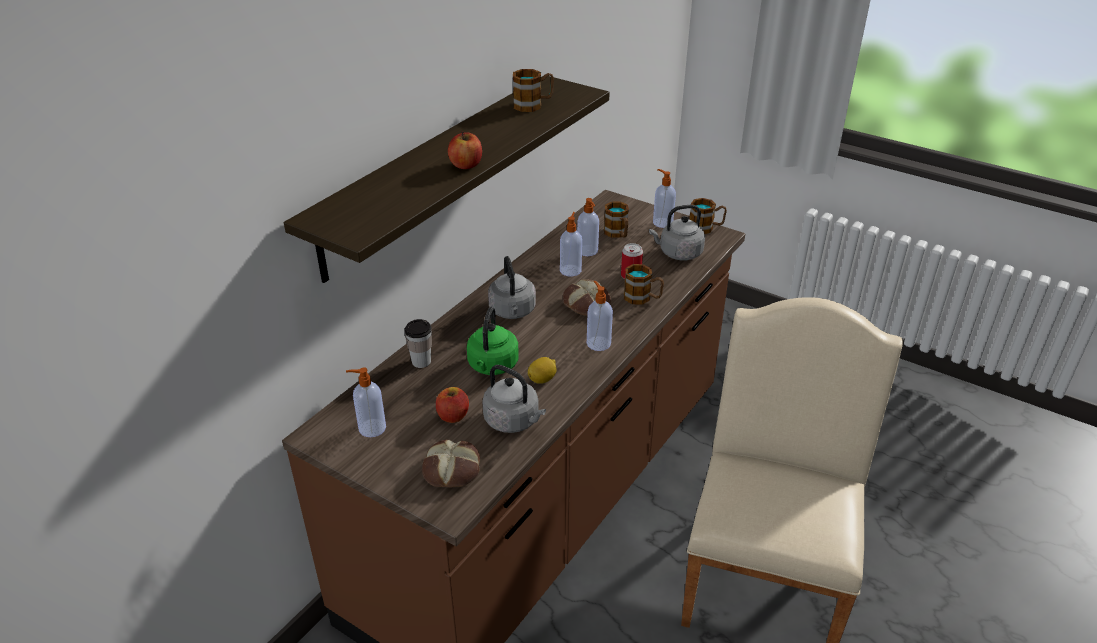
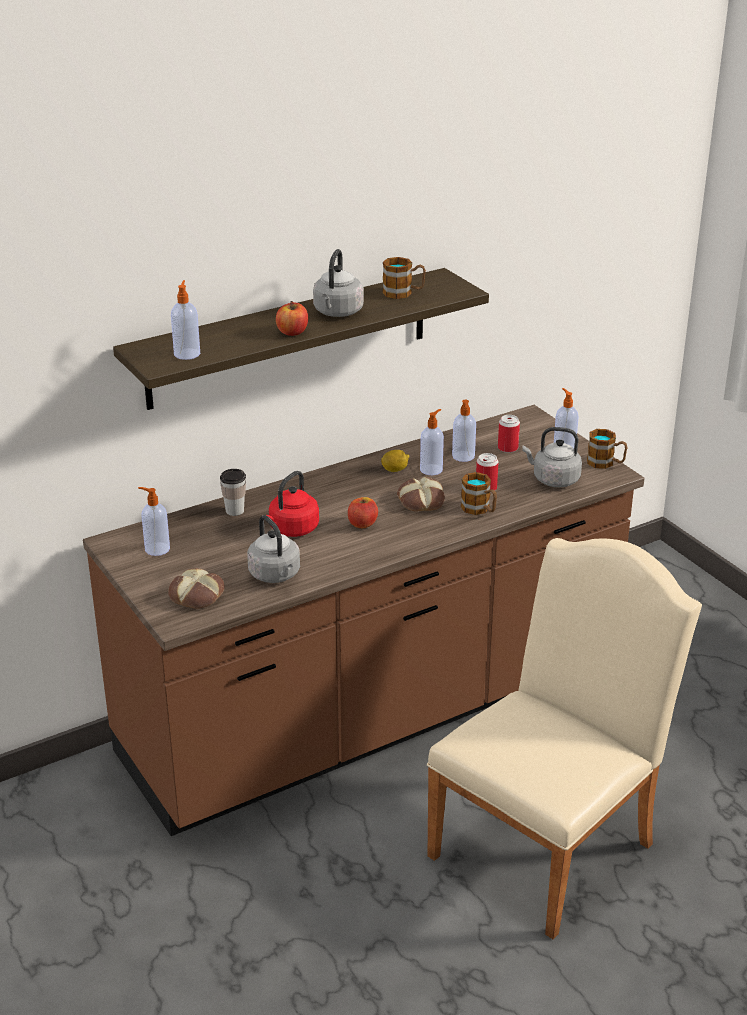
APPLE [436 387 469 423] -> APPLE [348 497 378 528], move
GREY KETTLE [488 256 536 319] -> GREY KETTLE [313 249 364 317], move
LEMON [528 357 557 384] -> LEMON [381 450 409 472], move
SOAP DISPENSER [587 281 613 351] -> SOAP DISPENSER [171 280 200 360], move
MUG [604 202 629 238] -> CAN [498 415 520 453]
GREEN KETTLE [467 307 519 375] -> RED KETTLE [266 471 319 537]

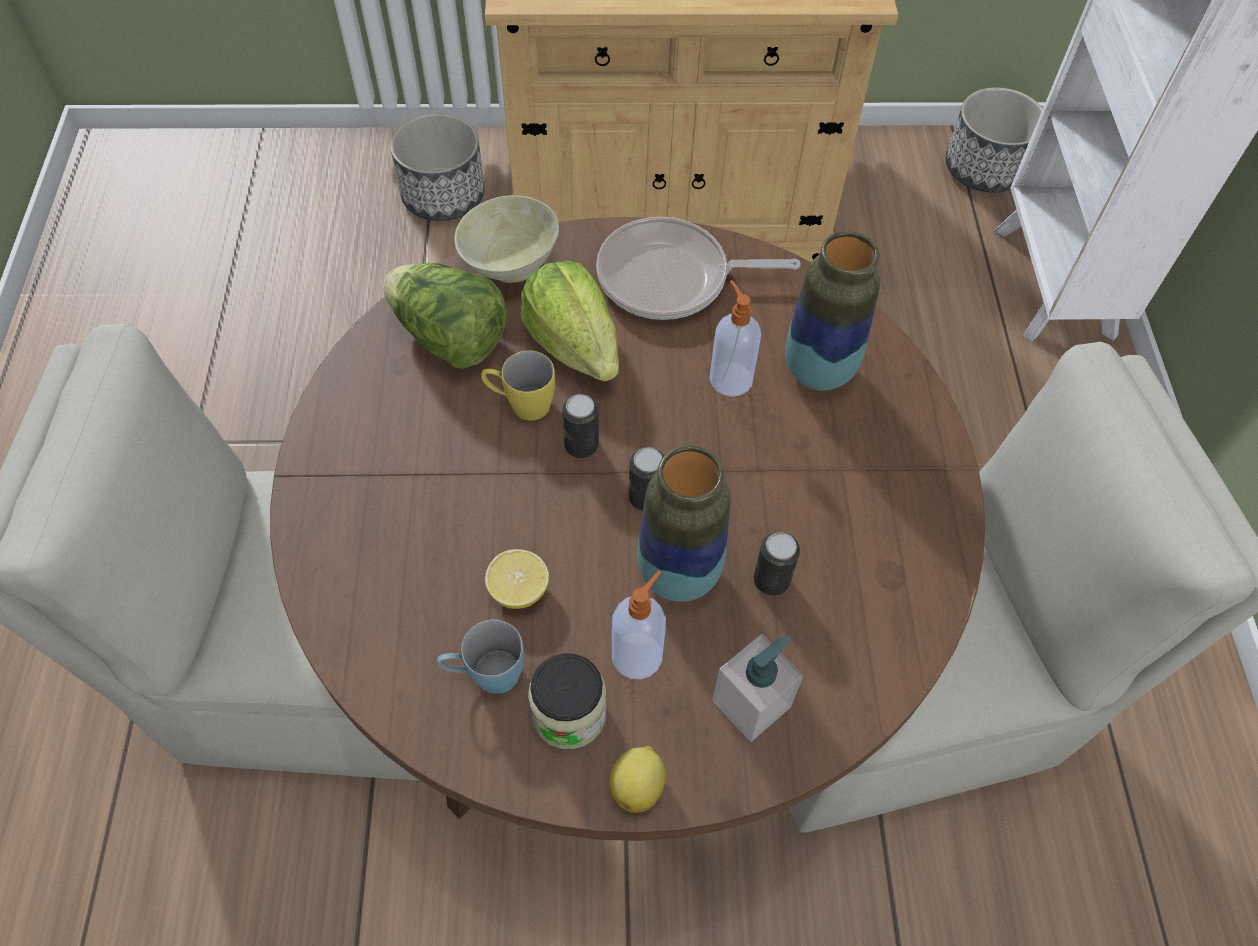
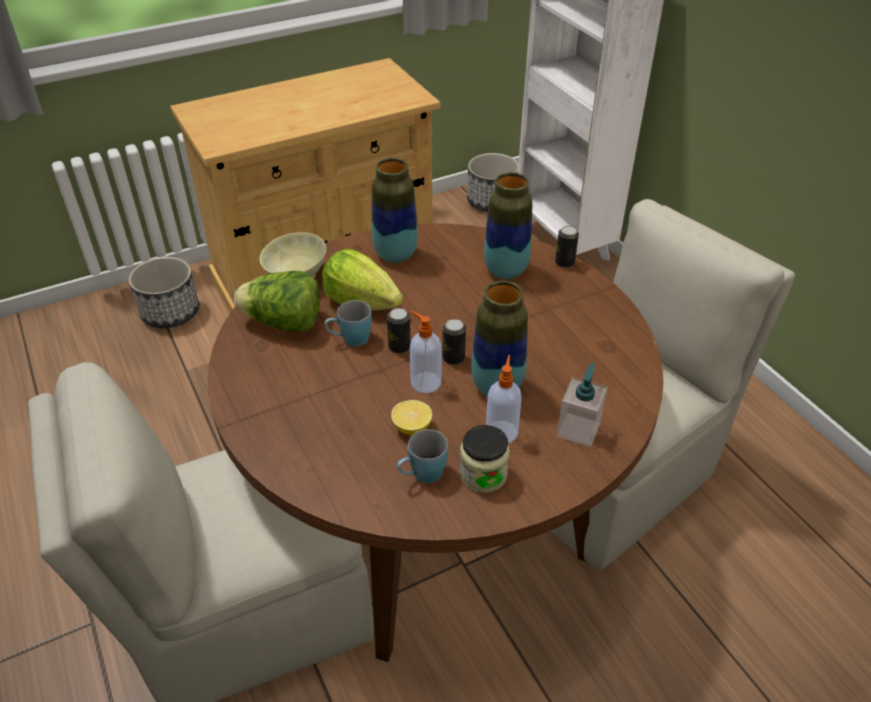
LEMON [609 746 666 813] -> none
SOAP DISPENSER [709 280 761 397] -> SOAP DISPENSER [410 311 442 393], move
CAN [753 531 800 596] -> CAN [555 226 579 268], move
FRYING PAN [596 217 801 320] -> VASE [372 158 418 263]
YELLOW MUG [481 351 555 421] -> BLUE MUG [324 300 372 347]

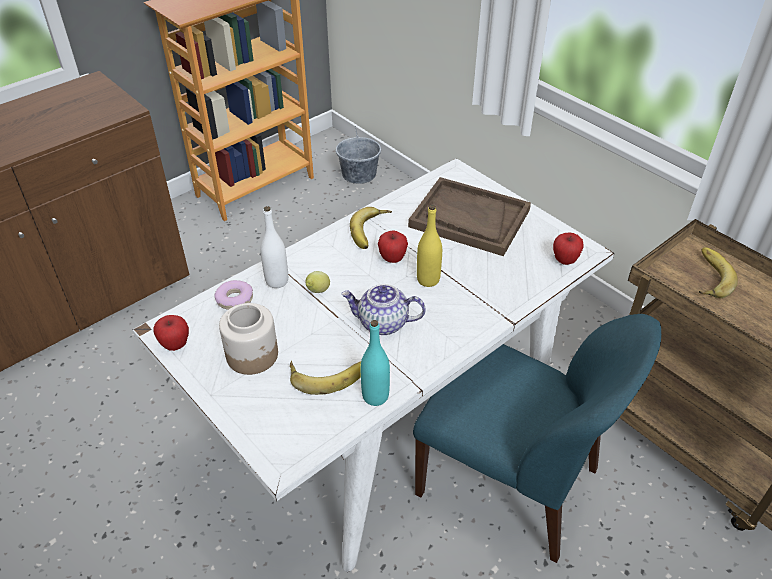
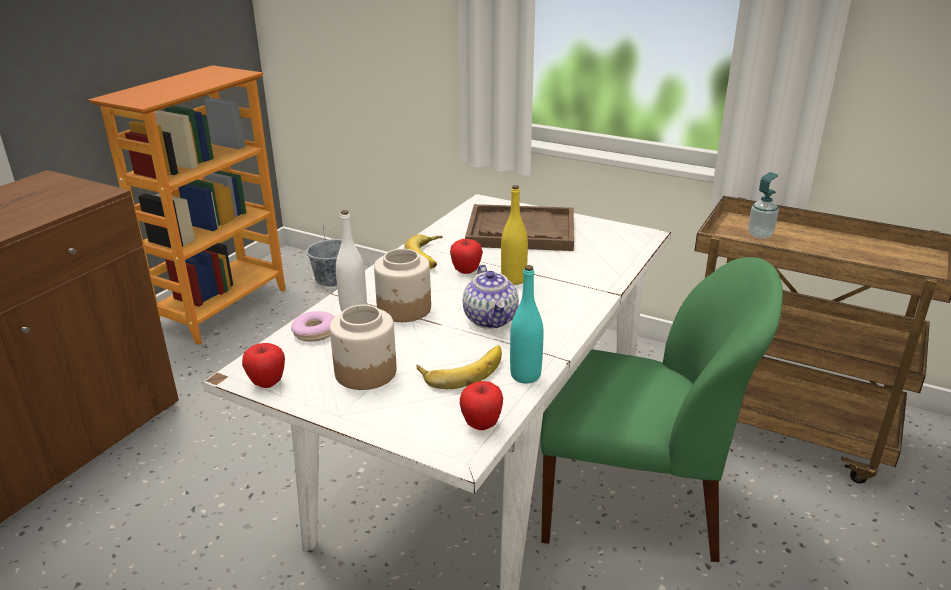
APPLE [553 233 583 265] -> APPLE [460 381 503 430], move
LEMON [305 271 330 293] -> JAR [374 249 431 322]
BANANA [699 247 738 298] -> SOAP DISPENSER [748 172 779 239]
BLUE CHAIR [413 314 661 563] -> GREEN CHAIR [540 257 783 562]
TEAPOT [341 284 425 335] -> TEAPOT [463 265 519 329], 90 degrees counterclockwise

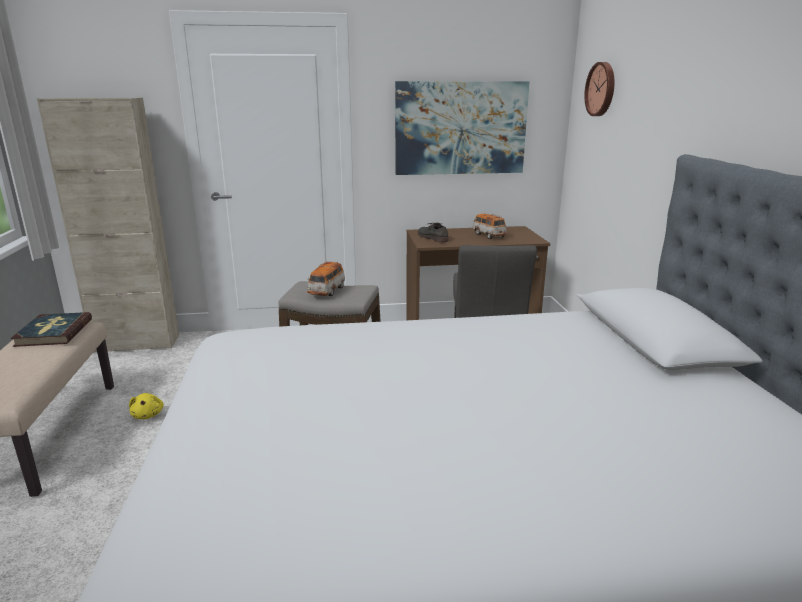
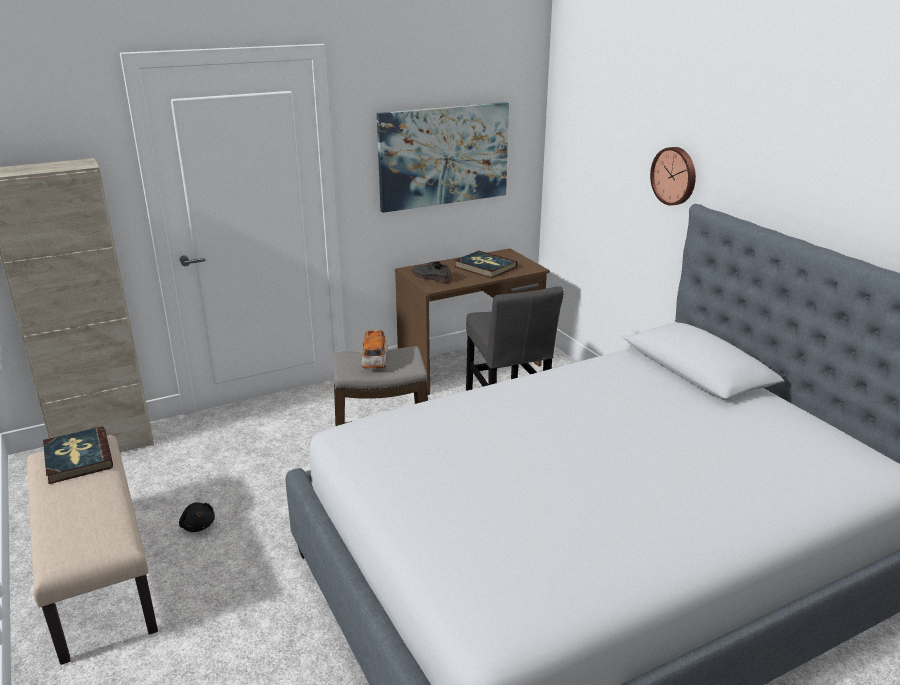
WALL CLOCK [584 62 615 116] -> WALL CLOCK [650 147 696 206], move
TOY CAR [472 214 507 239] -> BOOK [454 251 517 278]
YELLOW PLUSH TOY [129 393 164 419] -> BLACK PLUSH TOY [179 502 215 532]

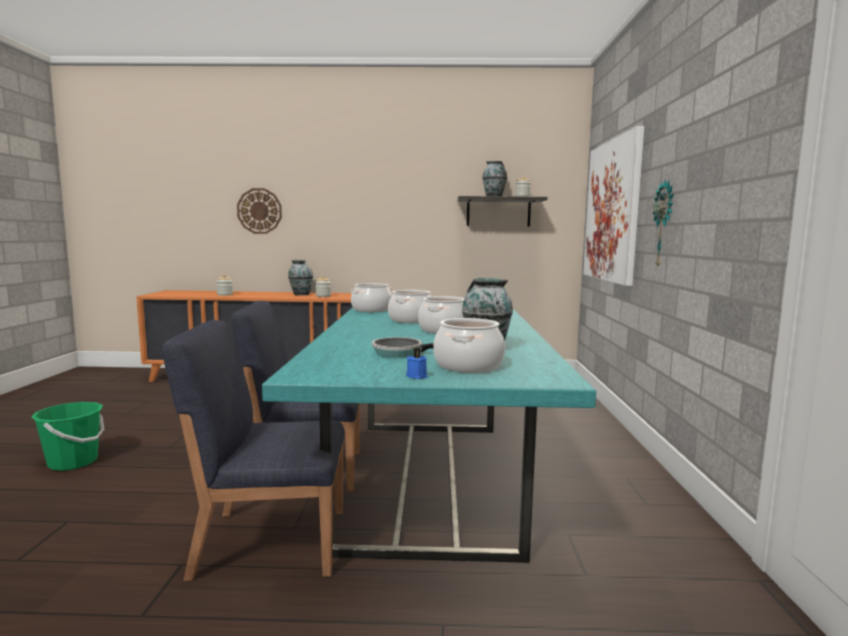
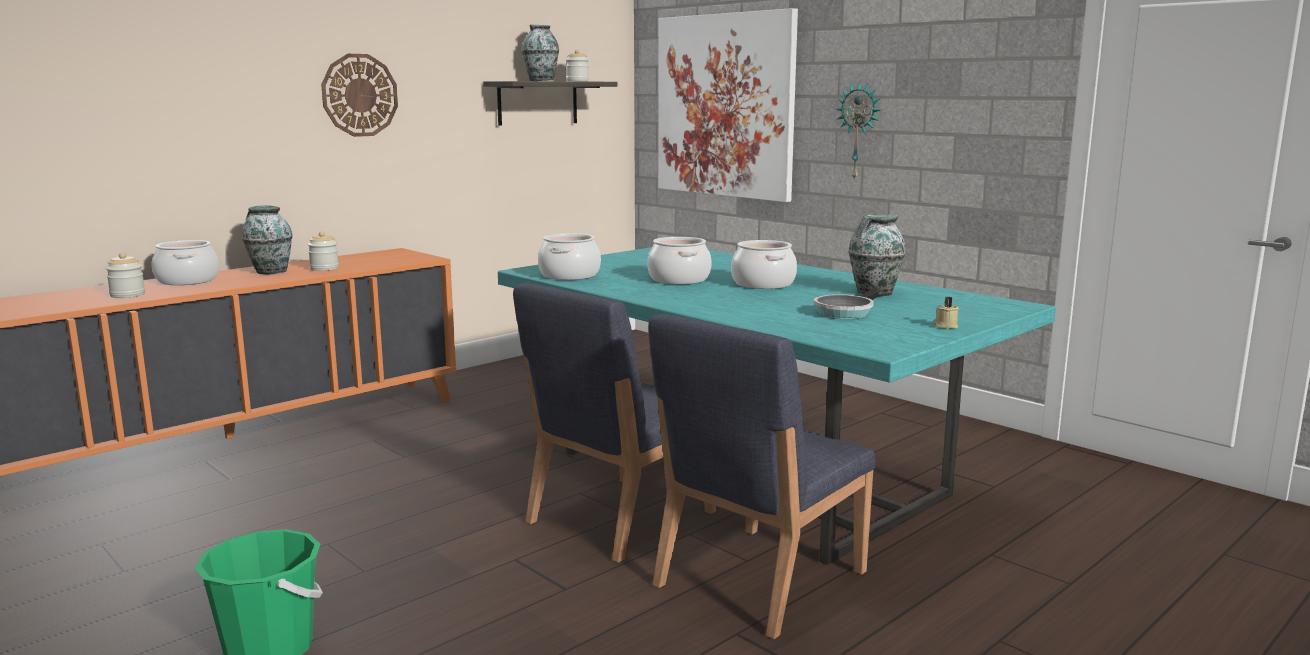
WALL CLOCK [237 188 282 234] -> WALL CLOCK [321 54 398 137], move
COOKING POT [433 318 505 373] -> COOKING POT [152 240 219 285], move
BLUE CANDLE [406 348 428 379] -> BEIGE CANDLE [933 297 959 329]

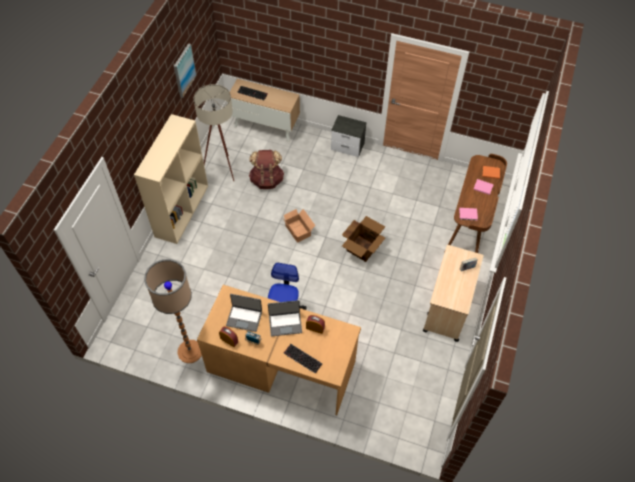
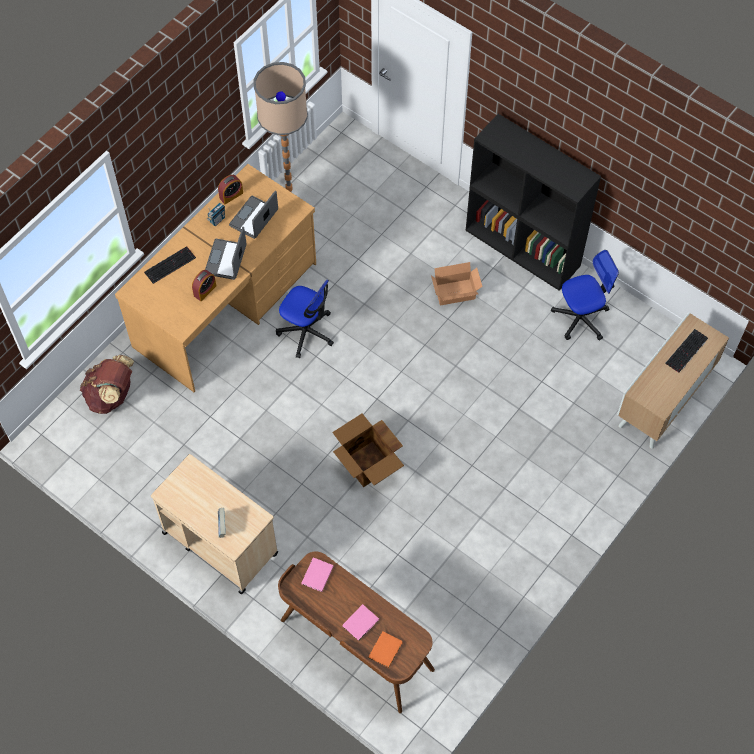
PICTURE [174 43 197 98] -> none
NIGHTSTAND [331 115 367 157] -> none
BROWN BACKPACK [249 150 284 189] -> BROWN BACKPACK [80 355 134 414], move
CARDBOARD BOX [283 209 316 243] -> CARDBOARD BOX [431 262 483 306], move
BEIGE FLOOR LAMP [194 84 234 181] -> OFFICE CHAIR [551 250 619 341]
BEIGE BOOKCASE [134 114 208 244] -> BLACK BOOKCASE [466 114 601 291]

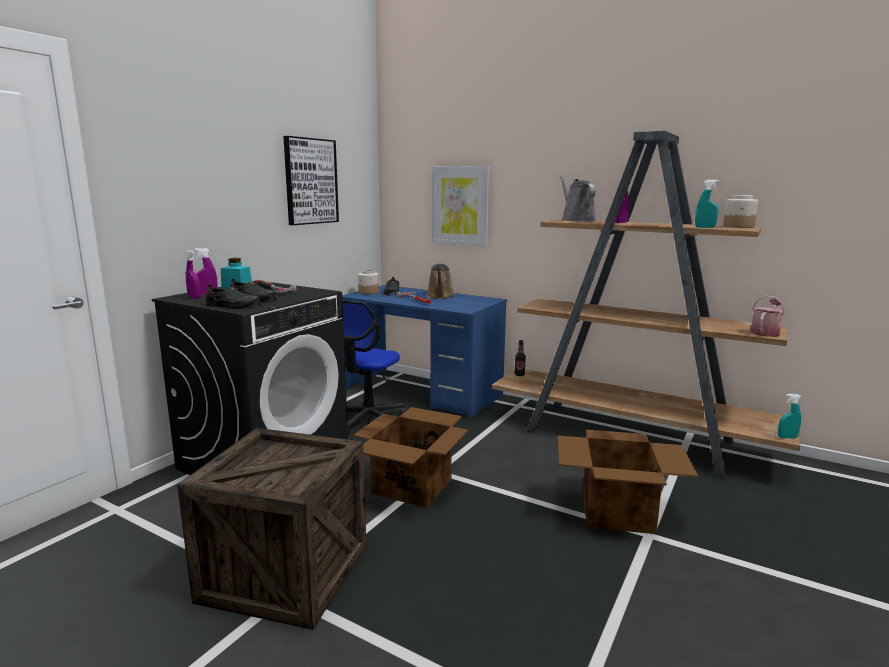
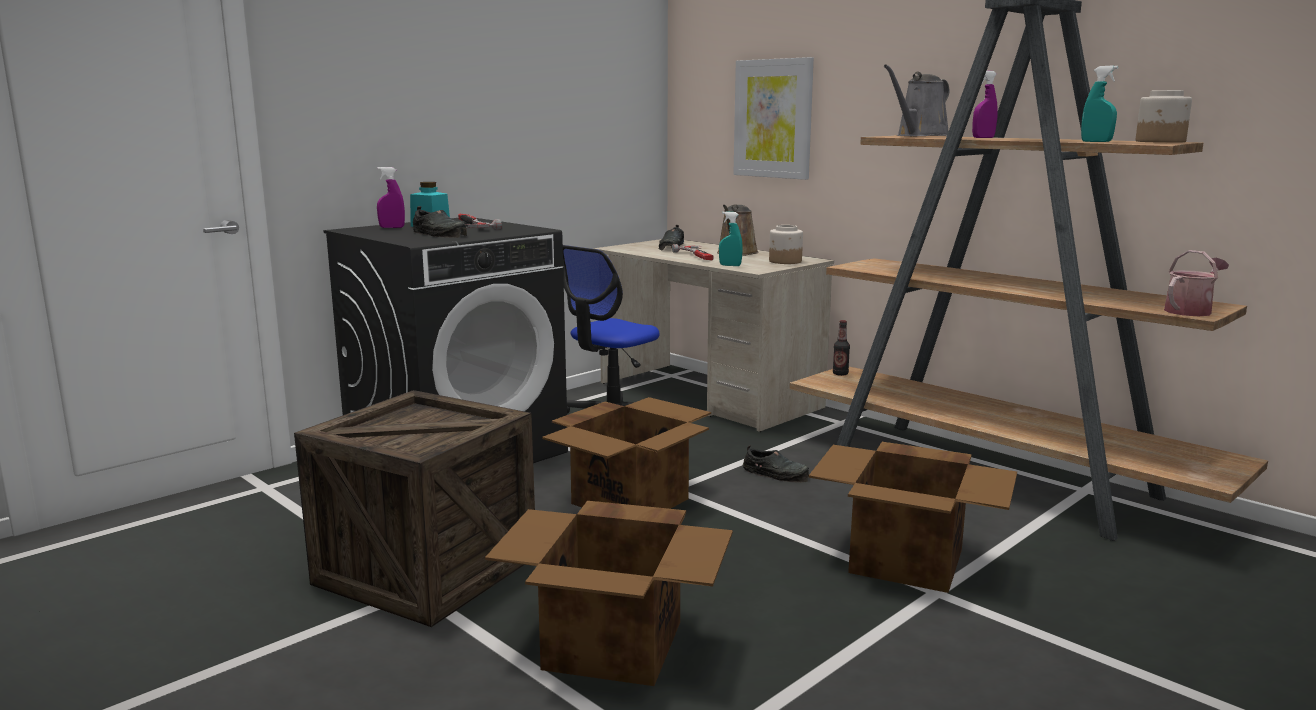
PURPLE SPRAY BOTTLE [185 250 201 299] -> none
PICTURE [283 136 339 225] -> none
none -> CARDBOARD BOX [485 501 733 686]
BLACK SHOE [206 284 261 310] -> BLACK SHOE [743 445 809 483], move
JAR [358 270 379 294] -> JAR [769 225 803 264], move
TURQUOISE SPRAY BOTTLE [778 394 801 438] -> TURQUOISE SPRAY BOTTLE [719 211 743 266], move
BLUE DESK [342 285 507 418] -> BEIGE DESK [593 239 834 432]
GREY WATERING CAN [560 176 596 222] -> GREY WATERING CAN [884 64 949 136], 135 degrees counterclockwise

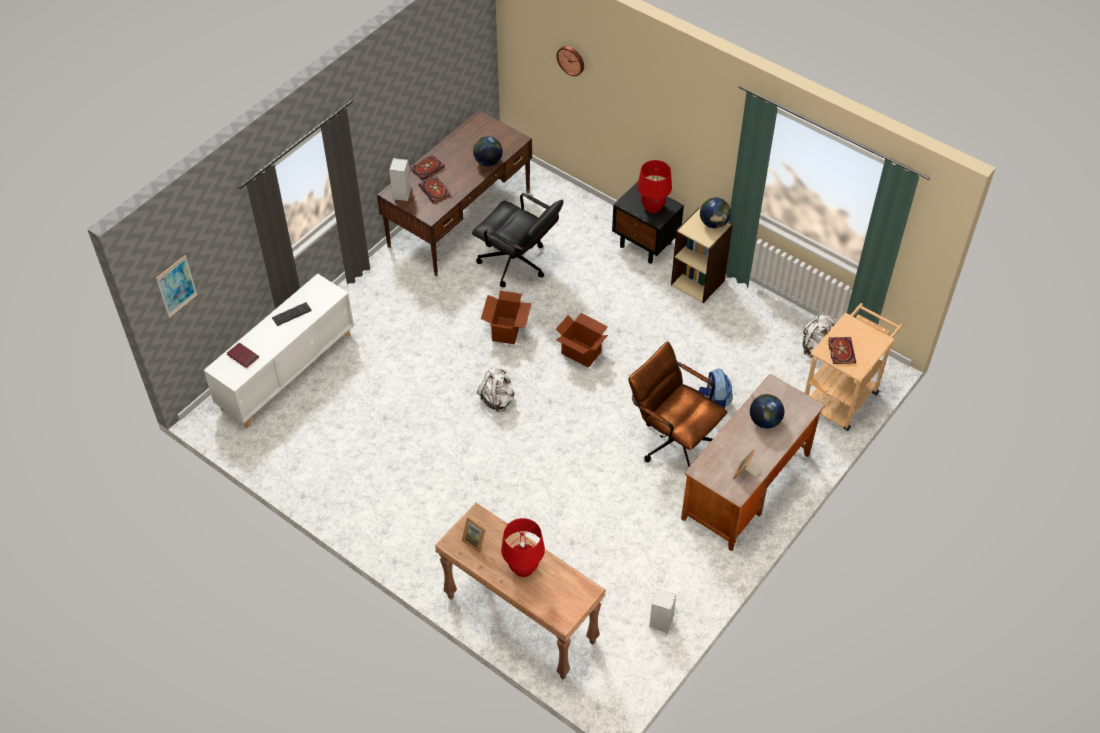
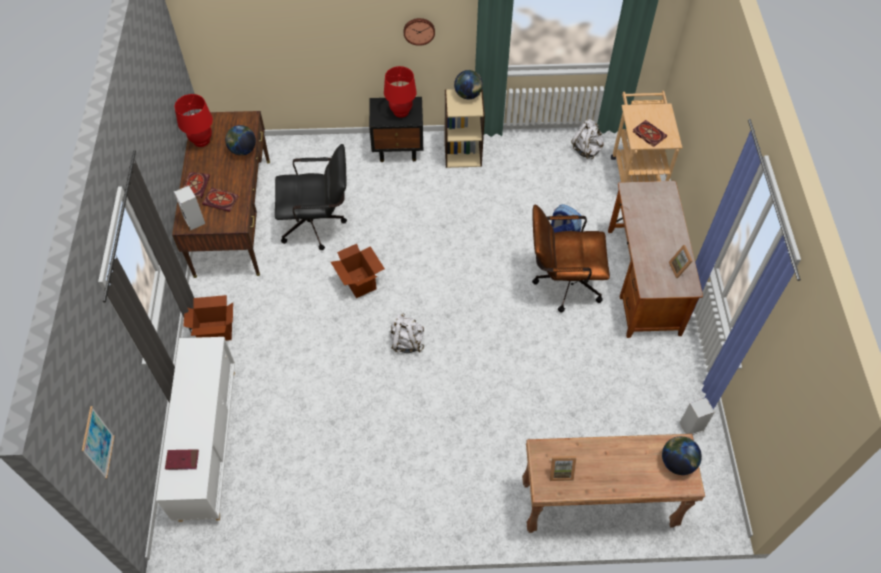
KEYBOARD [272 302 311 326] -> none
RED TABLE LAMP [501 518 545 577] -> RED TABLE LAMP [175 94 213 147], move
WALL CLOCK [556 46 584 76] -> WALL CLOCK [404 18 435 46], move
CARDBOARD BOX [556 313 608 368] -> CARDBOARD BOX [183 295 233 341], move
GLOBE [750 394 784 429] -> GLOBE [662 436 702 475], move

